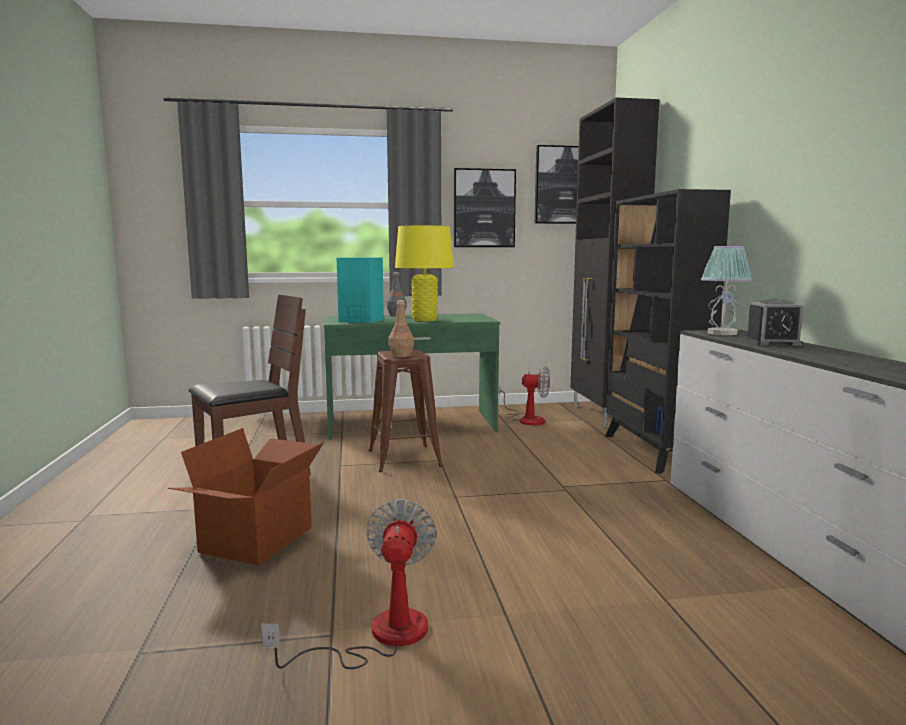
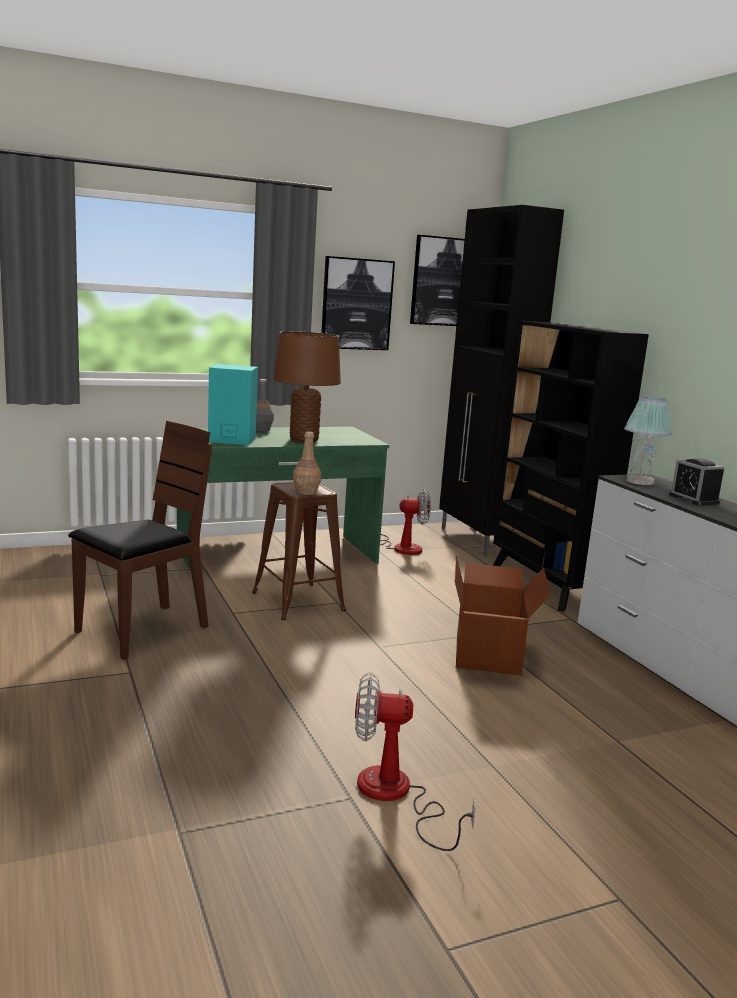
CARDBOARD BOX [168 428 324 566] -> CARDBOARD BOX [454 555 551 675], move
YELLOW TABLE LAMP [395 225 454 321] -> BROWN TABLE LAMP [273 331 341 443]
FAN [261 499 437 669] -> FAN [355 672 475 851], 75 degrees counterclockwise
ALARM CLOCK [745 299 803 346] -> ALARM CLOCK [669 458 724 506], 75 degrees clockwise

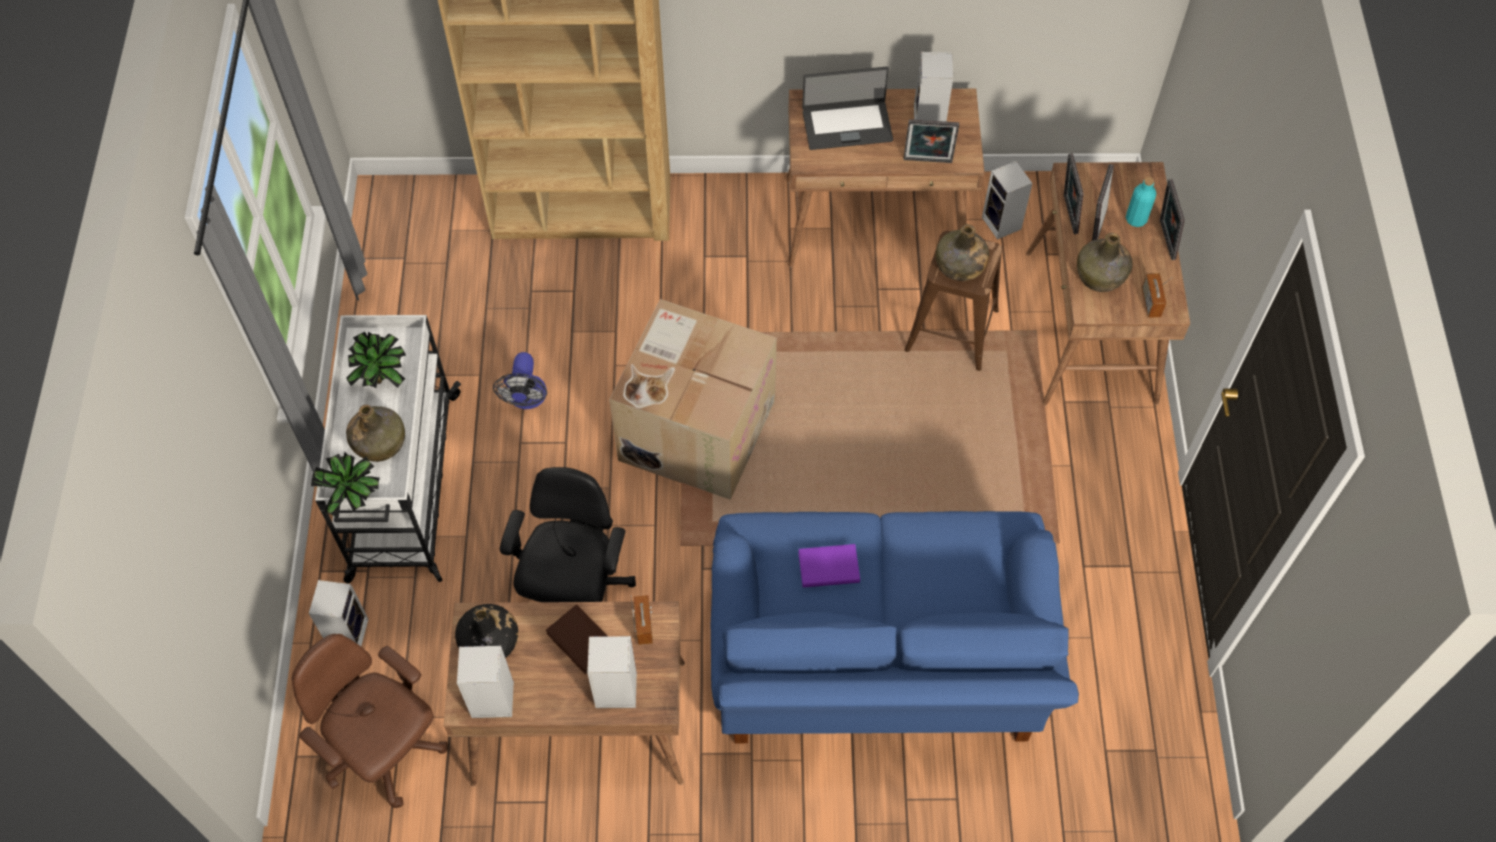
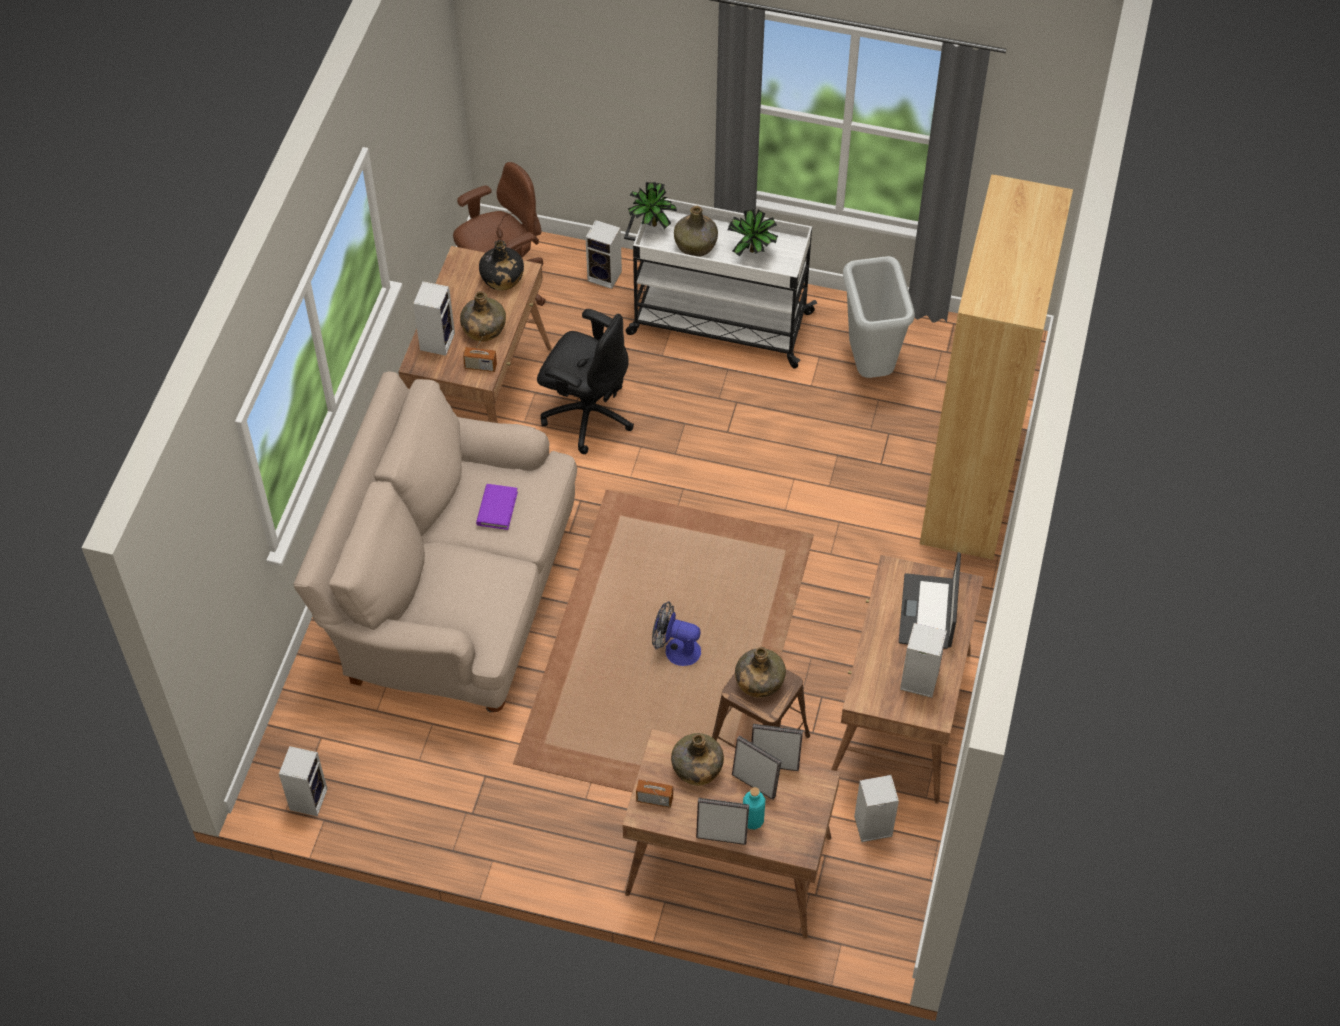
CARDBOARD BOX [609 299 777 500] -> none
PICTURE FRAME [904 119 959 163] -> none
none -> GREY TRASH CAN [843 256 915 378]
SPEAKER [457 645 514 718] -> SPEAKER [279 746 327 816], move
FAN [493 352 547 409] -> FAN [652 601 701 666], move
BROWN BOOK [546 605 607 674] -> GREEN BOTTLE [460 291 506 342]
BLUE SOFA [711 511 1079 743] -> BEIGE SOFA [293 371 577 712]

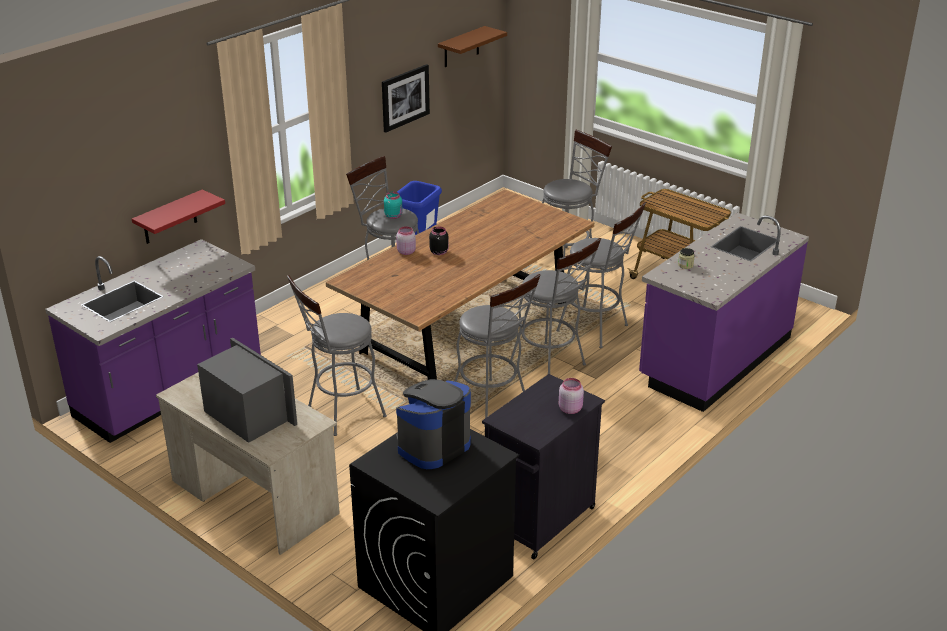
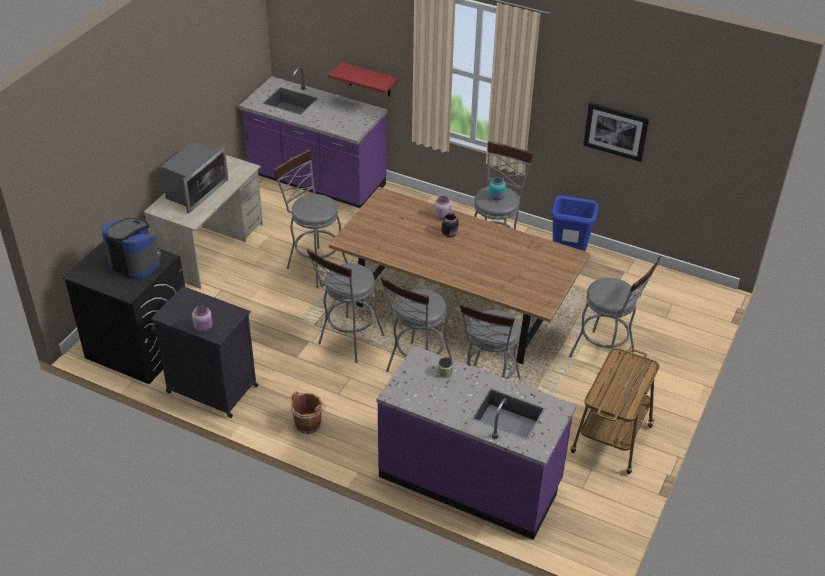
BROWN SHELF [438 26 507 67] -> none
none -> BROWN BUCKET [290 391 326 434]

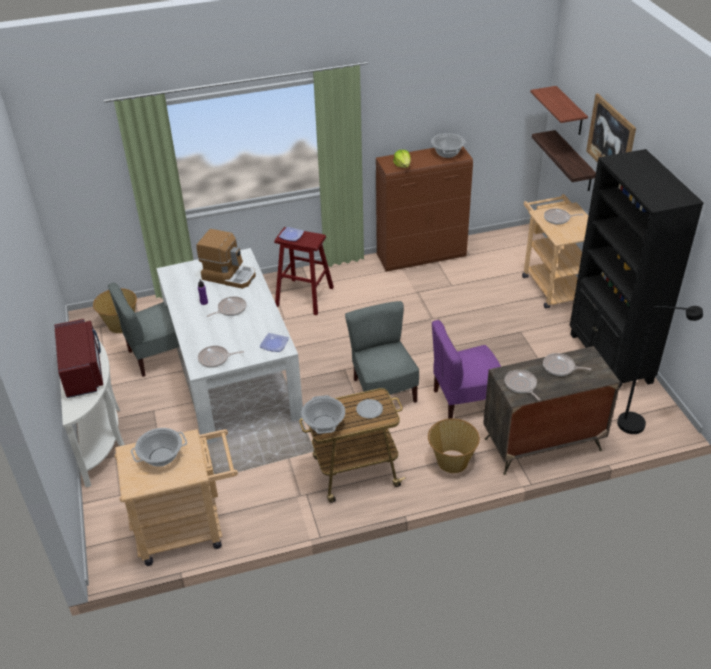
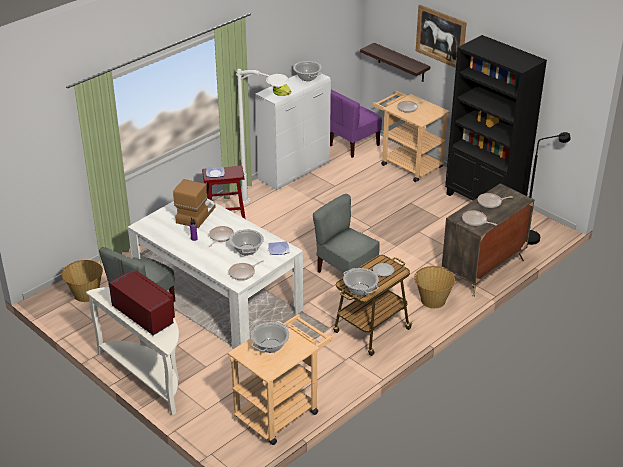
SHELF [530 86 588 135] -> none
none -> COOKING POT [230 229 264 256]
none -> WHITE FLOOR LAMP [236 69 289 204]
PURPLE CHAIR [432 320 501 419] -> PURPLE CHAIR [330 90 382 158], move
BROWN CABINET [376 147 473 272] -> WHITE CABINET [255 73 331 190]
COFFEE MACHINE [196 229 256 289] -> COFFEE MACHINE [173 179 215 228], 60 degrees counterclockwise

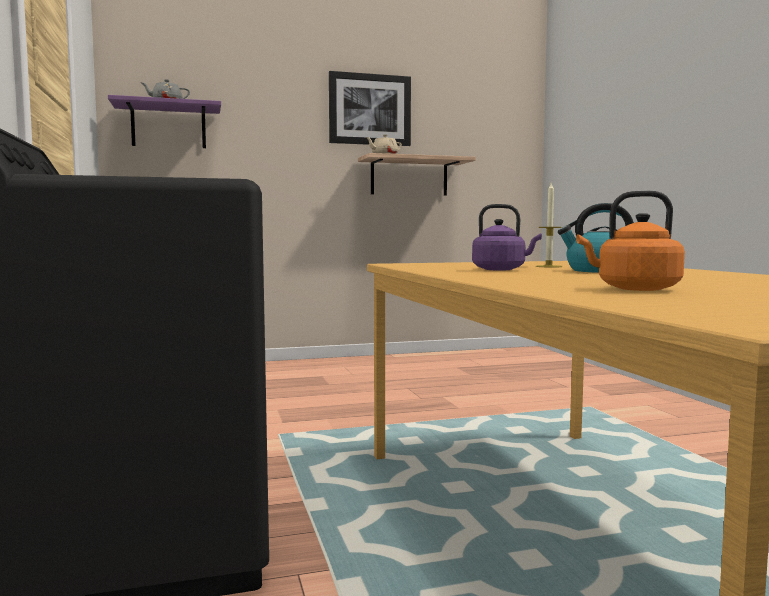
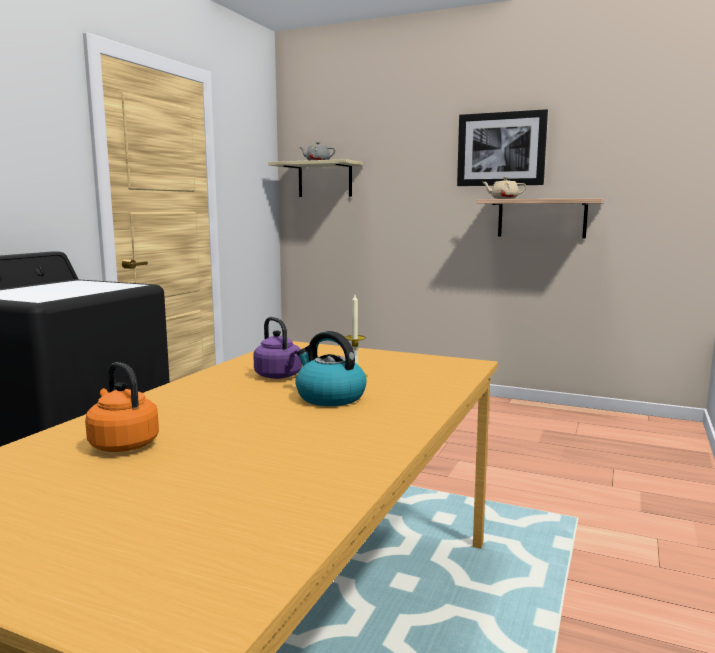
PURPLE SHELF [108 95 221 148] -> BEIGE SHELF [268 159 363 197]

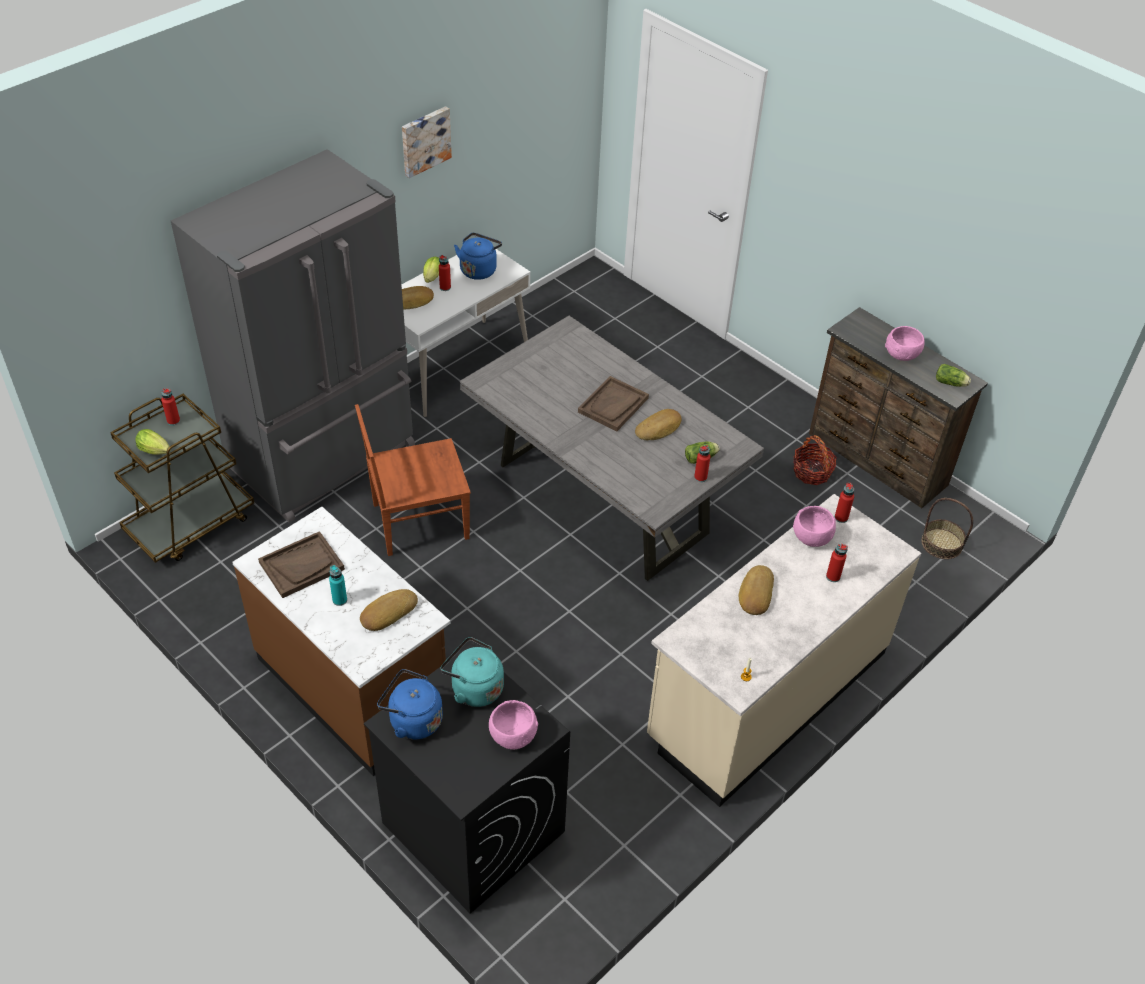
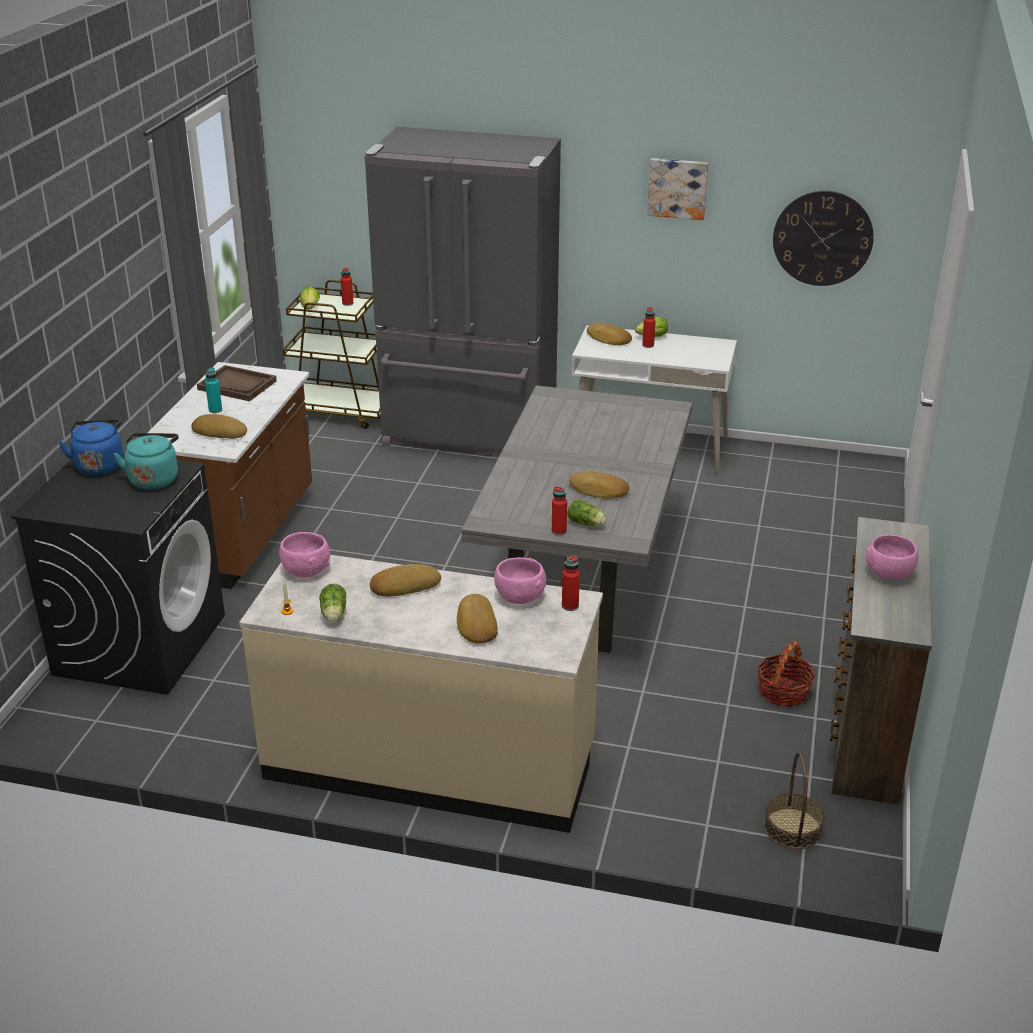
BROWN CHAIR [355 404 471 556] -> none
BLUE KETTLE [454 233 502 280] -> none
BROWN TRAY [578 376 649 431] -> none
none -> WALL CLOCK [773 191 874 286]
PINK BOWL [489 700 538 749] -> PINK BOWL [279 532 330 577], move
LETTUCE [936 364 971 387] -> LETTUCE [319 584 346 623], move
RED BOTTLE [826 544 848 582] -> BREAD [457 594 498 644]

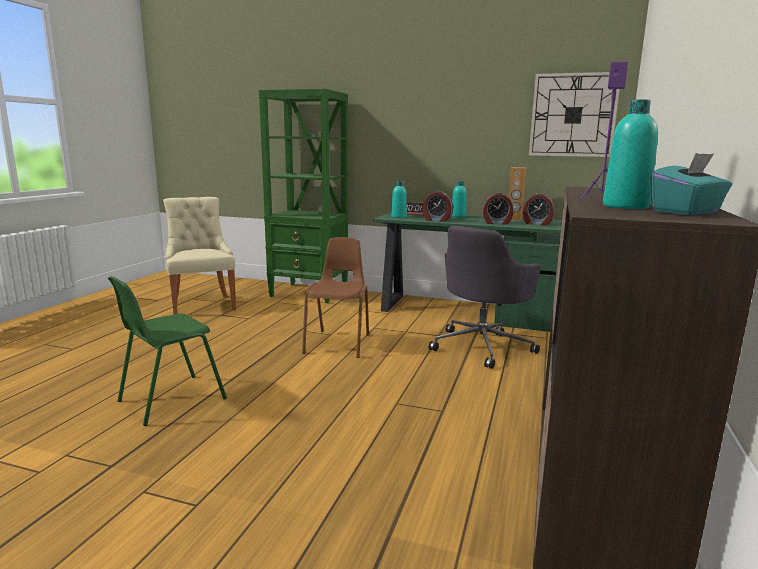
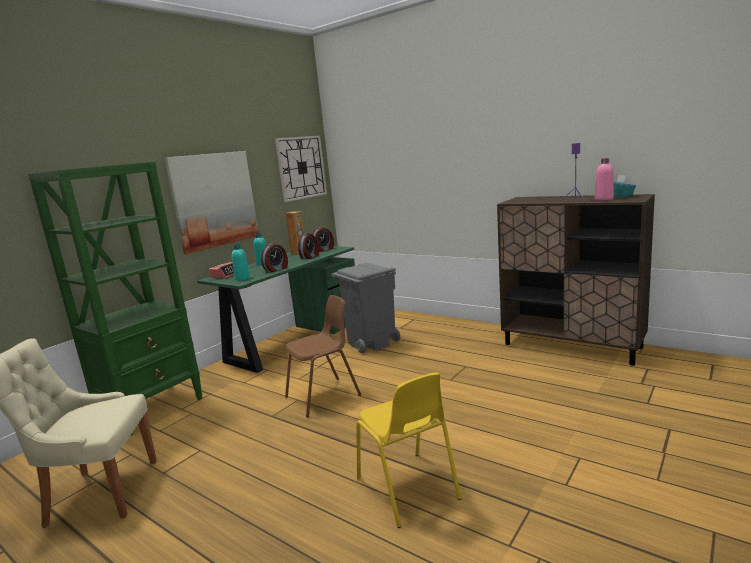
none -> PICTURE [165 151 259 254]
GREY OFFICE CHAIR [429 226 541 369] -> GREY TRASH CAN [332 263 400 353]
GREEN CHAIR [108 276 227 426] -> YELLOW CHAIR [356 372 461 528]
TURQUOISE BOTTLE [603 99 658 209] -> PINK BOTTLE [595 158 614 201]
BROWN CHAIR [302 237 369 358] -> BROWN CHAIR [285 295 361 417], 120 degrees clockwise

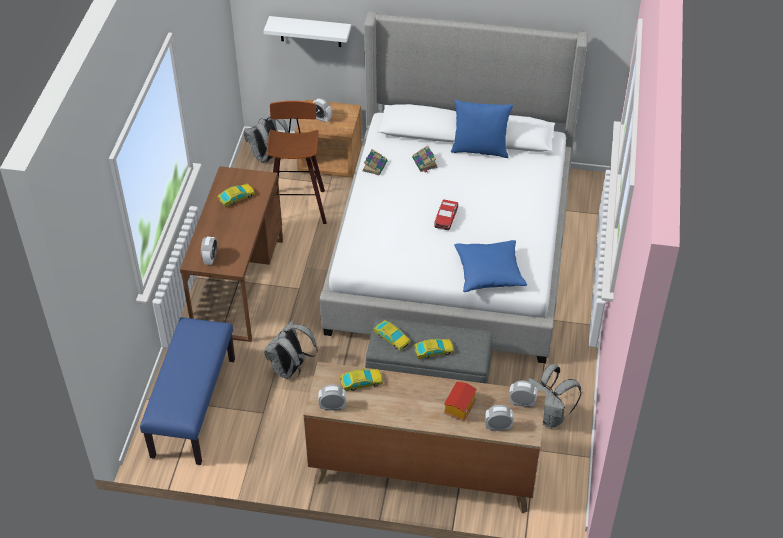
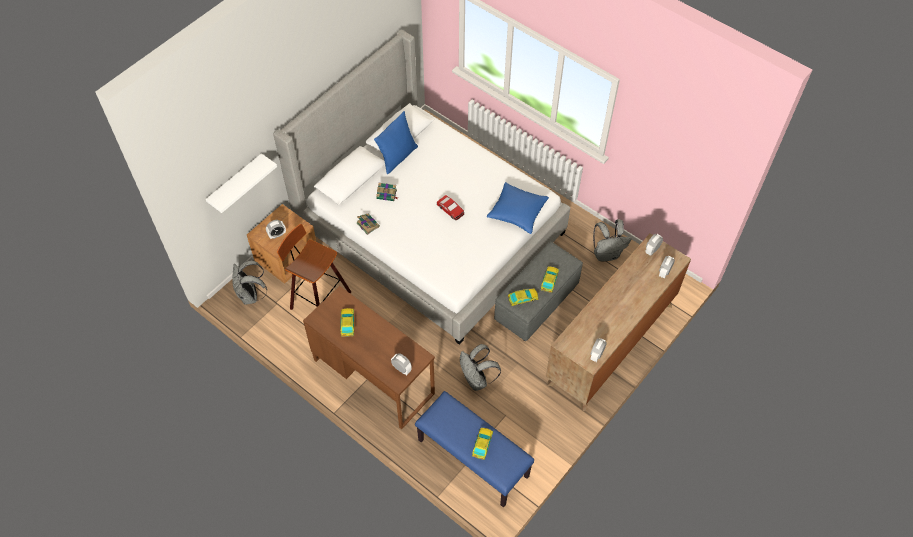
TOY HOUSE [443 382 477 421] -> none
TOY CAR [340 369 383 391] -> TOY CAR [472 428 493 460], move

